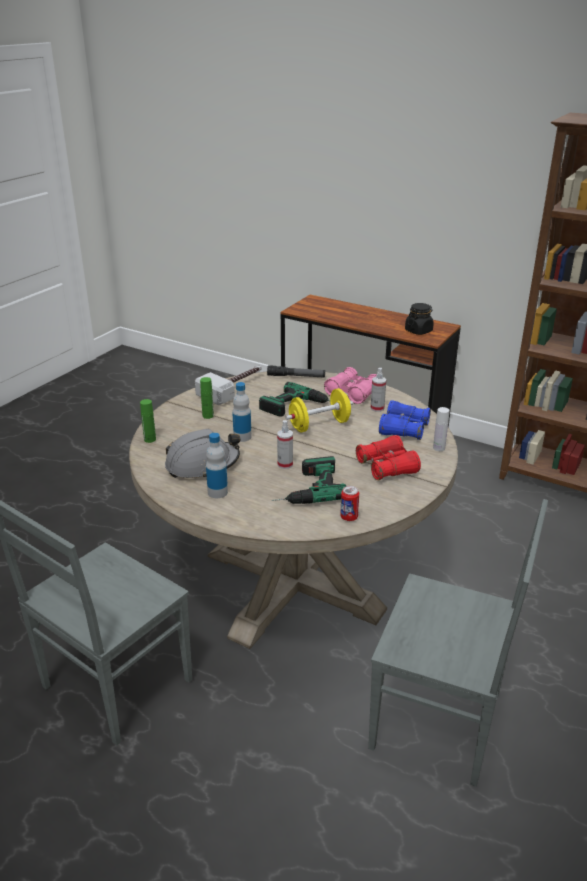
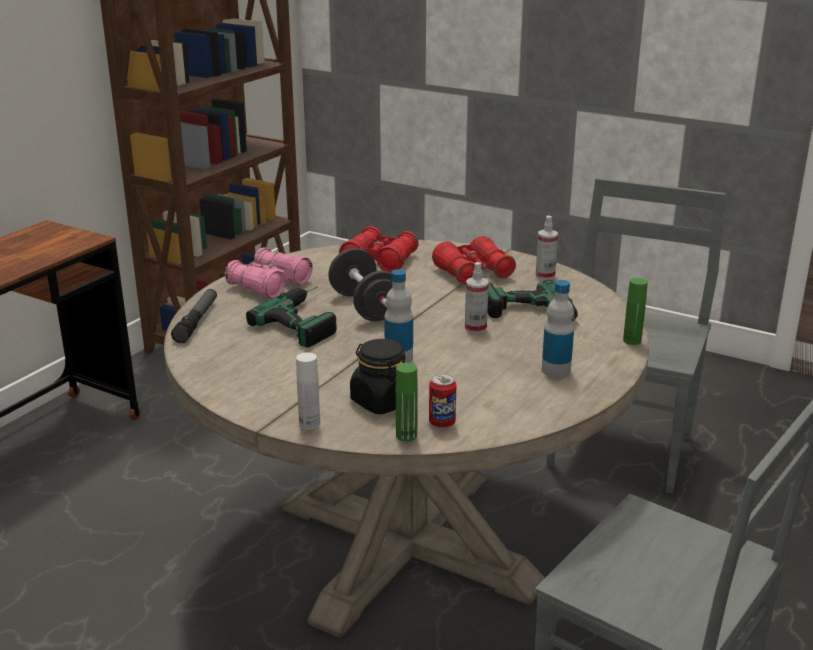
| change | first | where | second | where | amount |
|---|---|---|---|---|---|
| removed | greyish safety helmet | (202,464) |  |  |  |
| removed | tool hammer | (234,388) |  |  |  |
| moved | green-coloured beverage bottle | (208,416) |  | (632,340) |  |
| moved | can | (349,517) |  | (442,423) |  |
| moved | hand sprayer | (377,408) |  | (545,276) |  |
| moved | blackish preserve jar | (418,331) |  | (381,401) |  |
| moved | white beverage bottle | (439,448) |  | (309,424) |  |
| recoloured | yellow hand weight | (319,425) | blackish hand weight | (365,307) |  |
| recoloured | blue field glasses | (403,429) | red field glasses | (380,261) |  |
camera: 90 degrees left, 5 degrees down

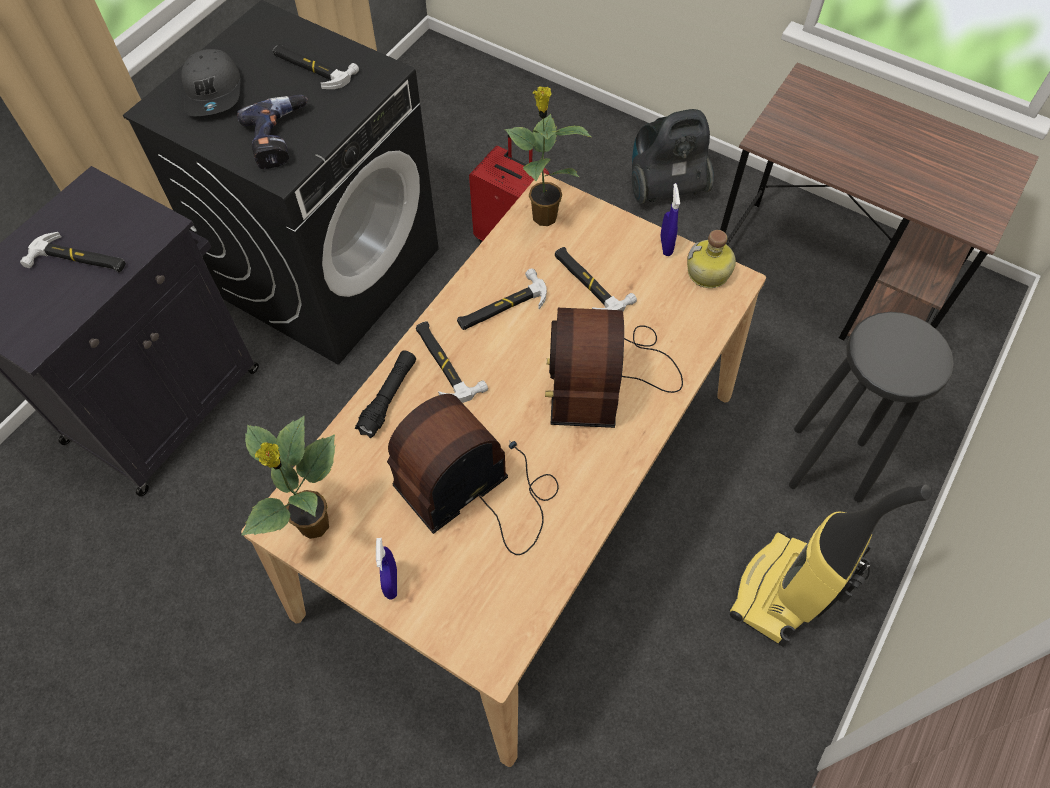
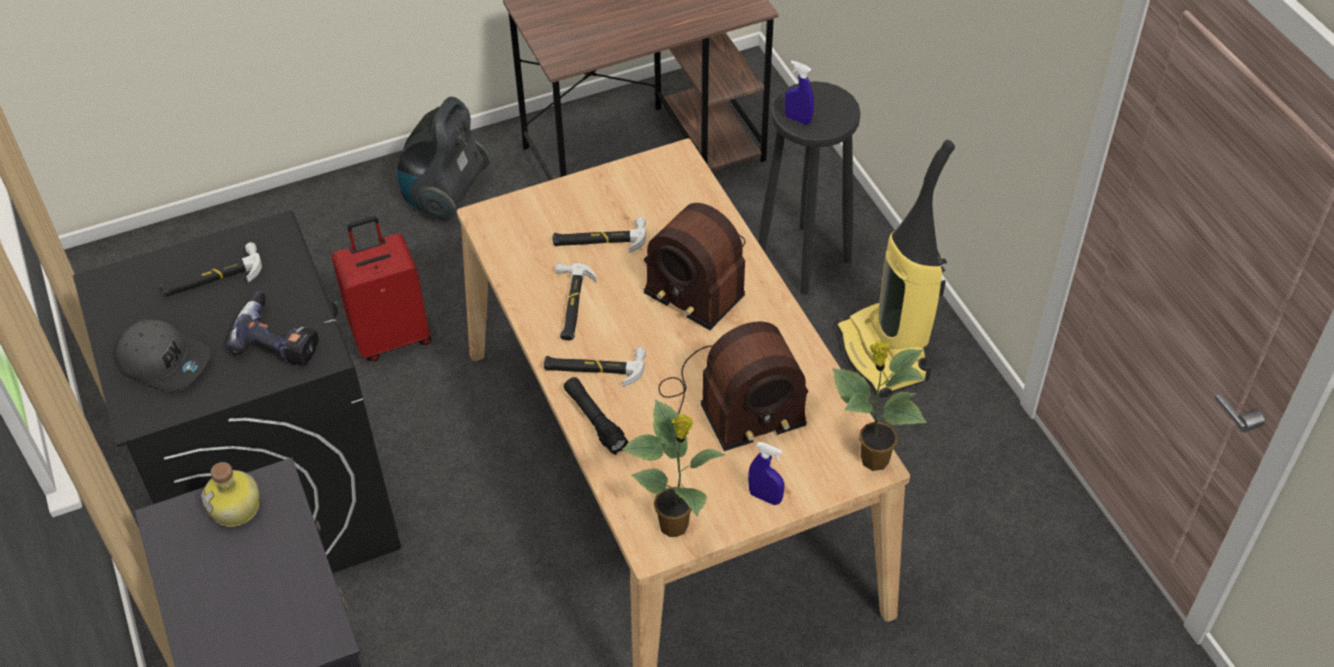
| change | first | where | second | where | amount |
|---|---|---|---|---|---|
| removed | tool hammer | (78,260) |  |  |  |
| moved | potted plant | (543,215) |  | (872,459) |  |
| moved | blue hand sprayer | (666,246) |  | (798,119) |  |
| moved | beverage bottle | (708,274) |  | (237,508) |  |
| turned | radio | (479,490) |  | (729,404) | 105 degrees counterclockwise |
camera: 55 degrees left, 10 degrees down

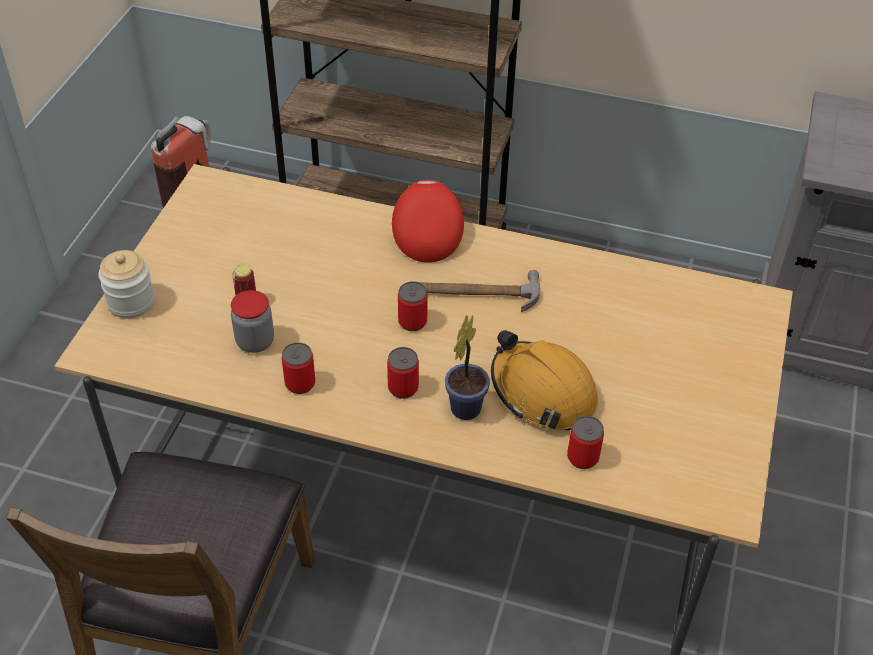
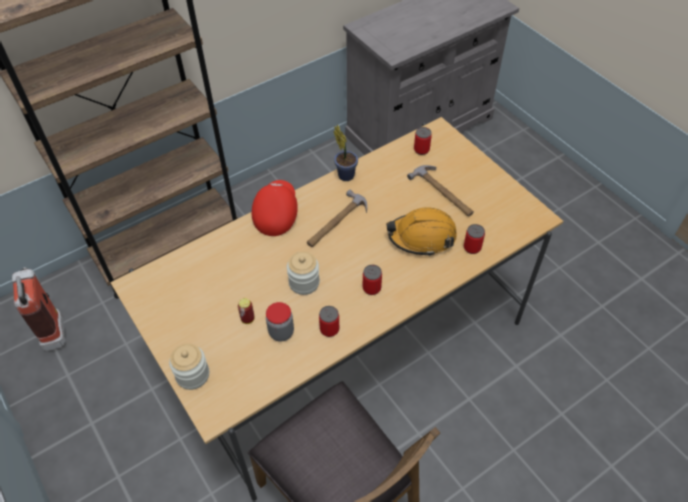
| change | first | where | second | where | amount |
|---|---|---|---|---|---|
| added |  |  | preserve jar | (304,282) |  |
| added |  |  | tool hammer | (443,193) |  |
| moved | can | (412,322) |  | (421,150) |  |
| moved | potted plant | (467,405) |  | (345,174) |  |
| turned | red cap | (426,231) |  | (275,214) | 60 degrees clockwise |
camera: 50 degrees left, 5 degrees up

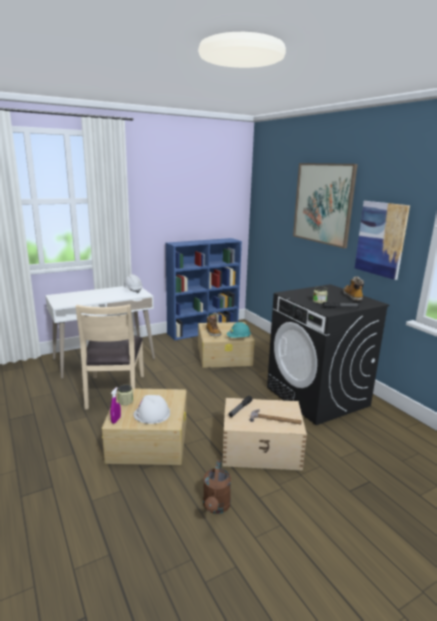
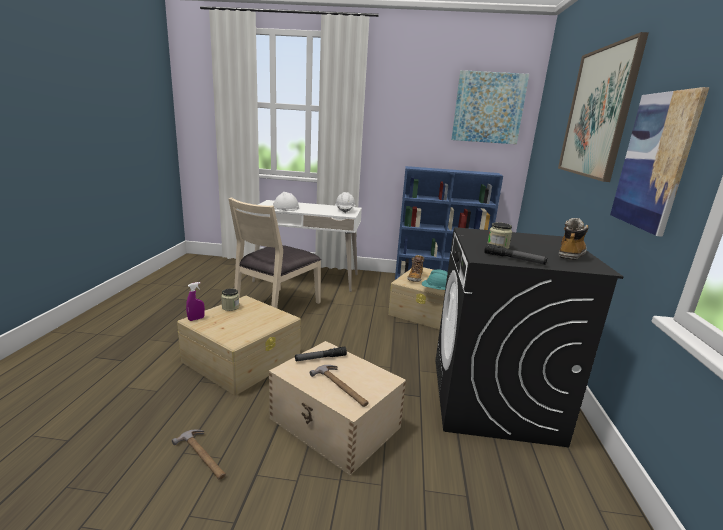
| change | first | where | second | where | amount |
|---|---|---|---|---|---|
| added |  |  | wall art | (488,108) |  |
| moved | white safety helmet | (151,414) |  | (285,208) |  |
| replaced | brown-coloured sprinkling can | (216,507) | tool hammer | (203,456) |  |
camera: 35 degrees right, 0 degrees up

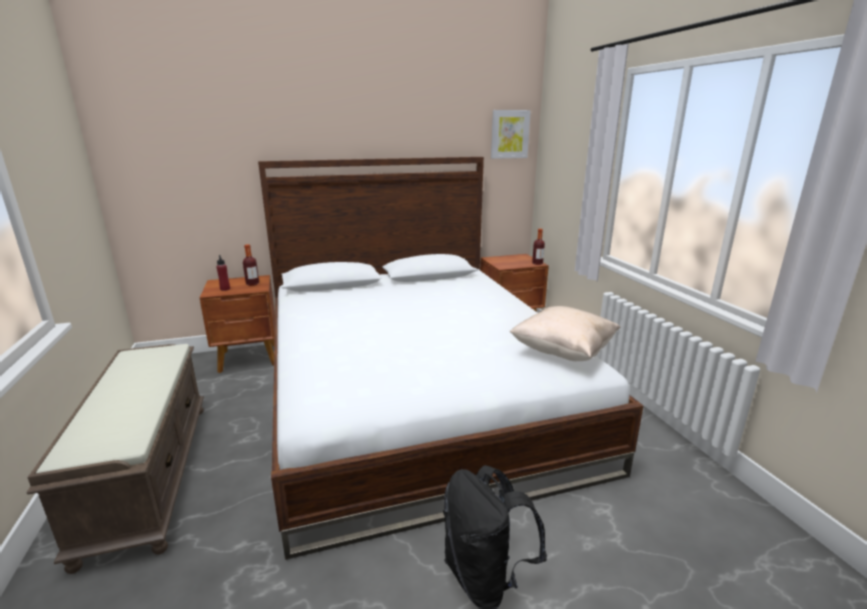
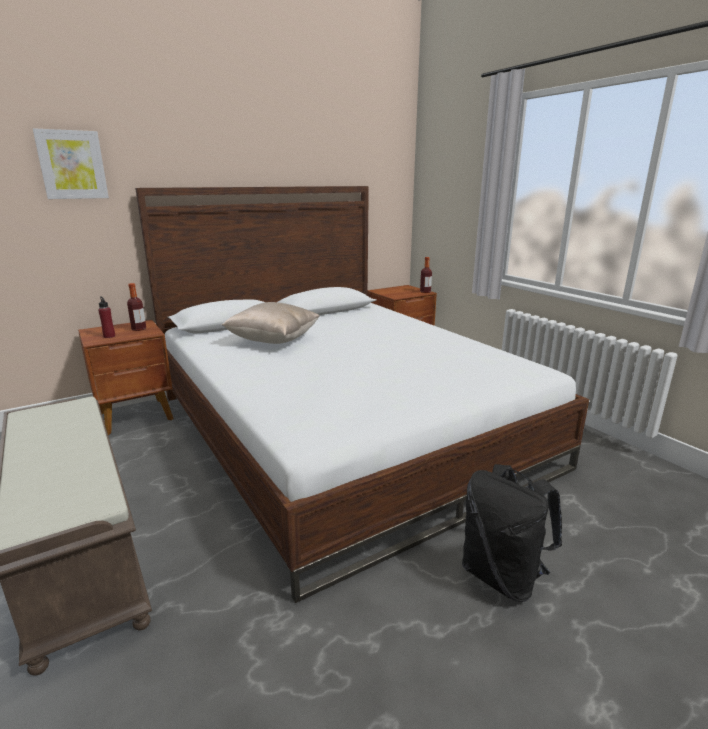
| change | first | where | second | where | amount |
|---|---|---|---|---|---|
| moved | wall art | (509,134) |  | (72,165) |  |
| moved | sand-coloured throw pillow | (563,352) |  | (273,341) |  |
camera: 15 degrees left, 0 degrees up

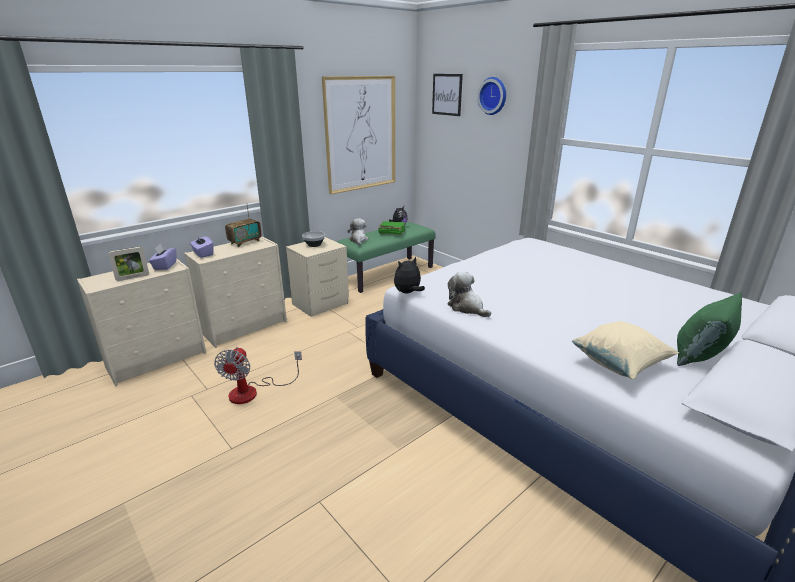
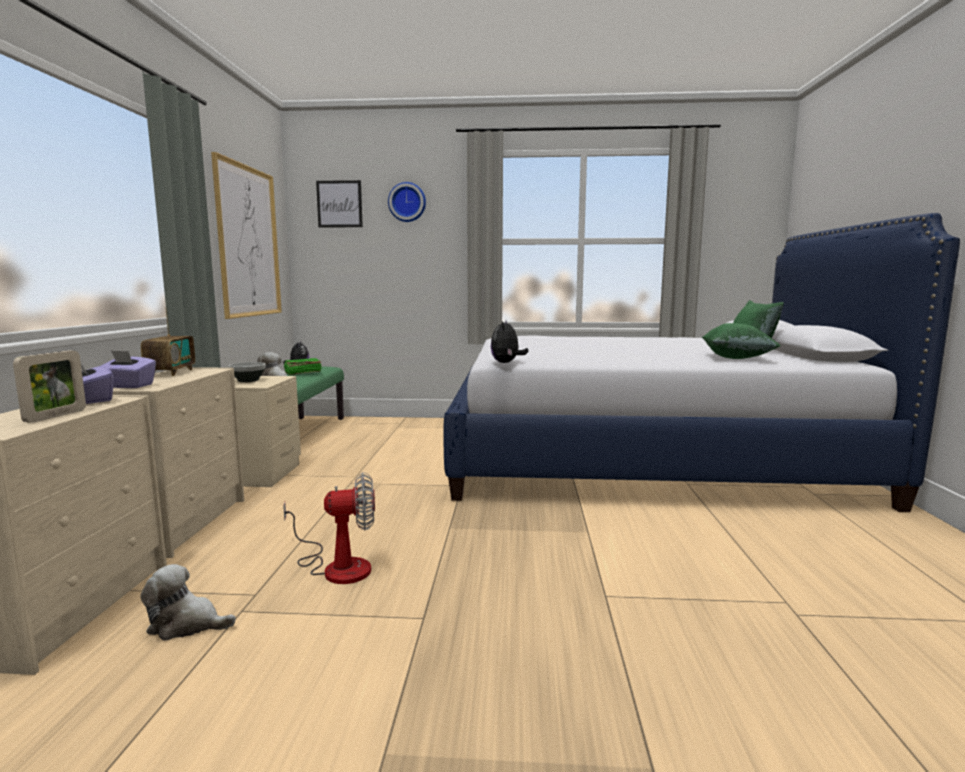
| change | first | where | second | where | amount |
|---|---|---|---|---|---|
| moved | plush toy | (467,307) |  | (187,624) |  |
| recoloured | sand-coloured throw pillow | (619,365) | green-coloured throw pillow | (736,358) |  |
| turned | electric fan | (253,391) |  | (337,566) | 60 degrees counterclockwise |
camera: 45 degrees left, 15 degrees down

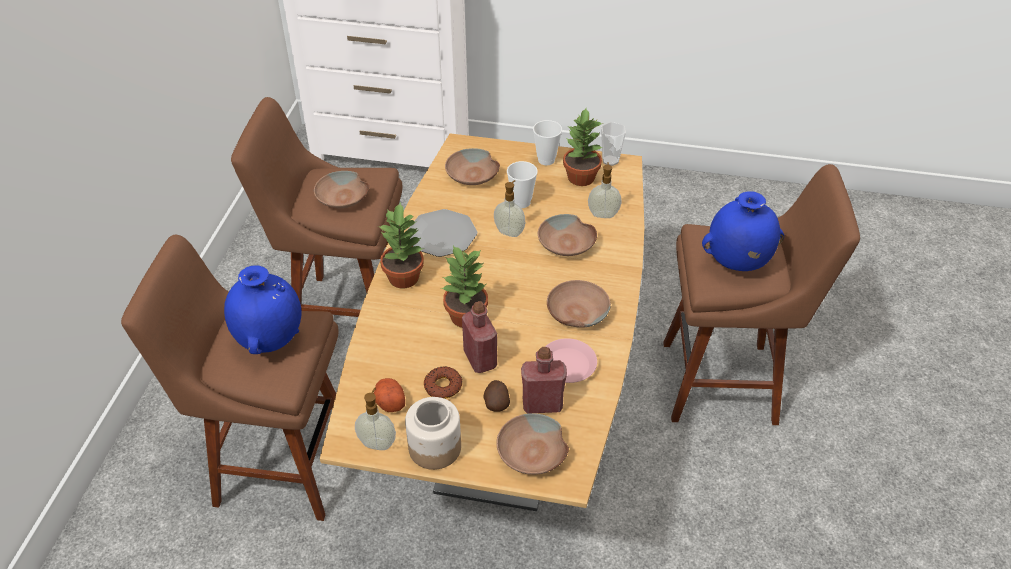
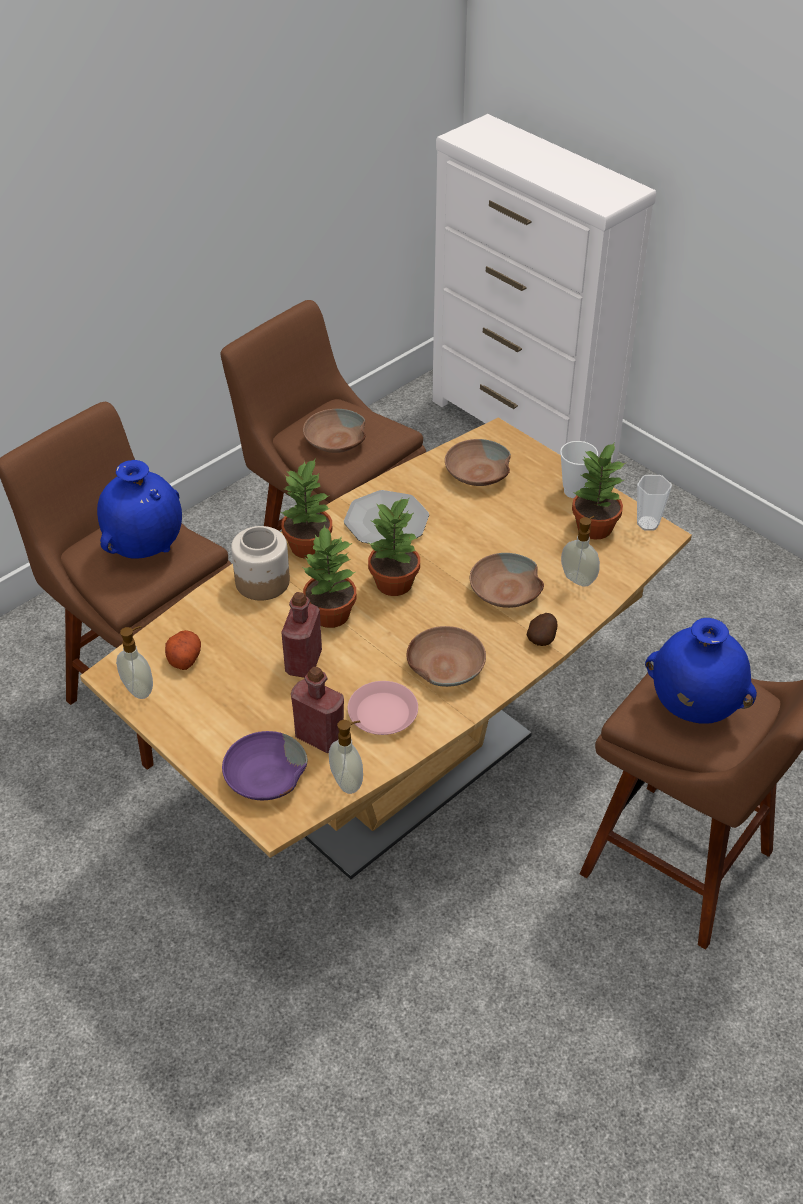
| change | first | where | second | where | amount |
|---|---|---|---|---|---|
| removed | doughnut | (442,386) |  |  |  |
| removed | drinking cup | (521,202) |  |  |  |
| added |  |  | potted plant | (395,583) |  |
| moved | preserve jar | (434,448) |  | (261,582) |  |
| moved | whole potato | (496,403) |  | (542,638) |  |
| moved | soap dispenser | (509,231) |  | (348,781) |  |
| recoloured | brown-coloured deep dish | (532,453) | purple deep dish | (264,777) |  |
camera: 35 degrees right, 0 degrees up

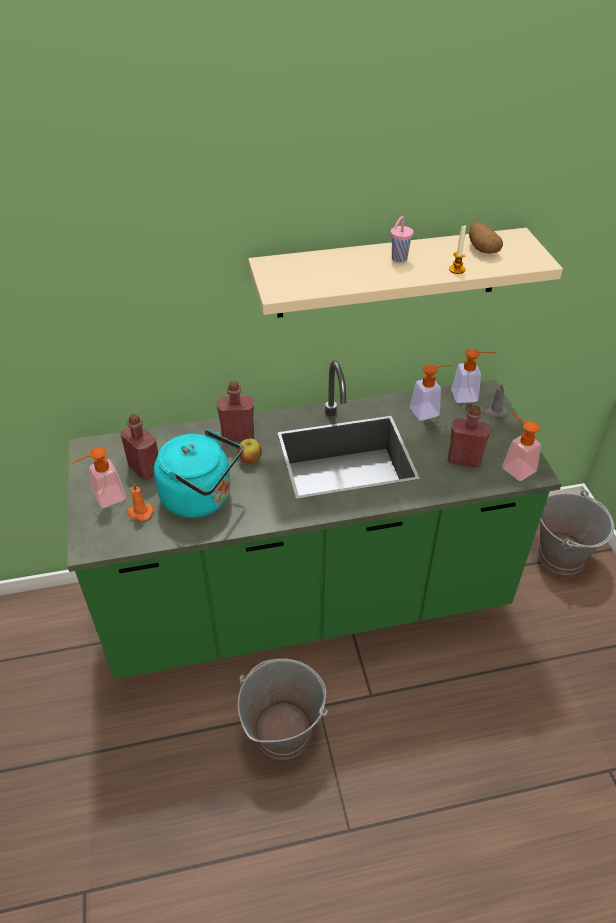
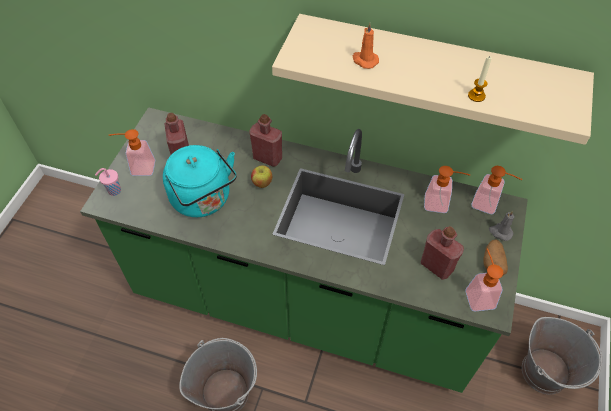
| change | first | where | second | where | amount |
|---|---|---|---|---|---|
| moved | orange-coloured wax light | (139,513) |  | (364,60) |  |
| moved | pink-coloured drinking cup | (398,259) |  | (113,191) |  |
| moved | whole potato | (481,249) |  | (492,263) |  |
camera: 30 degrees right, 10 degrees up

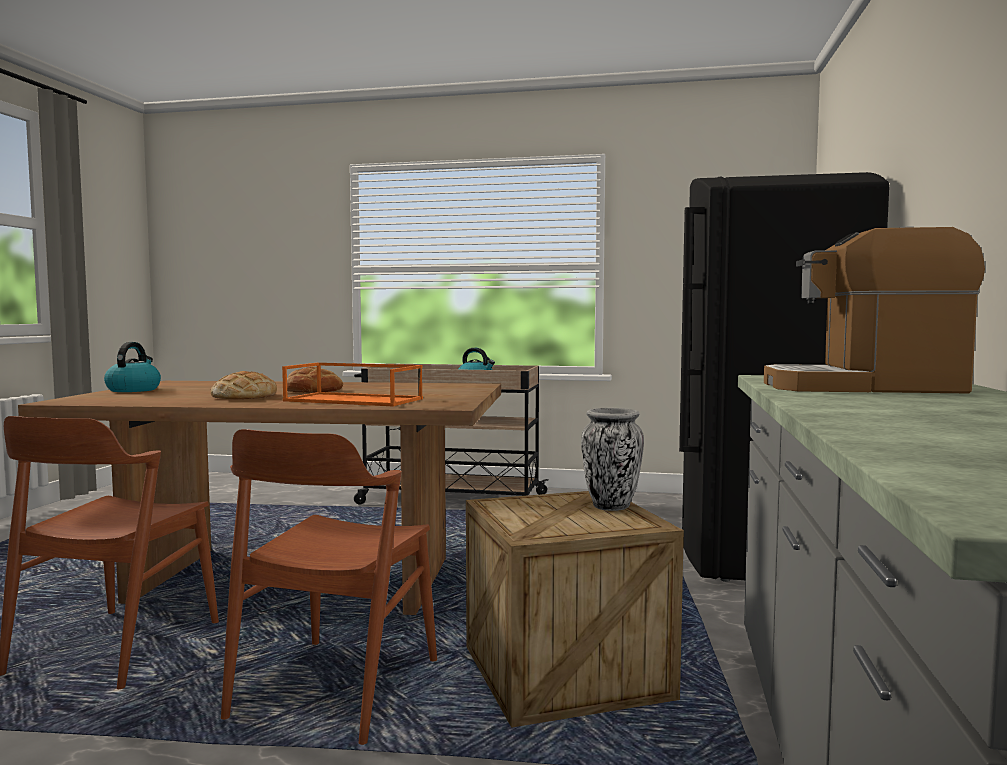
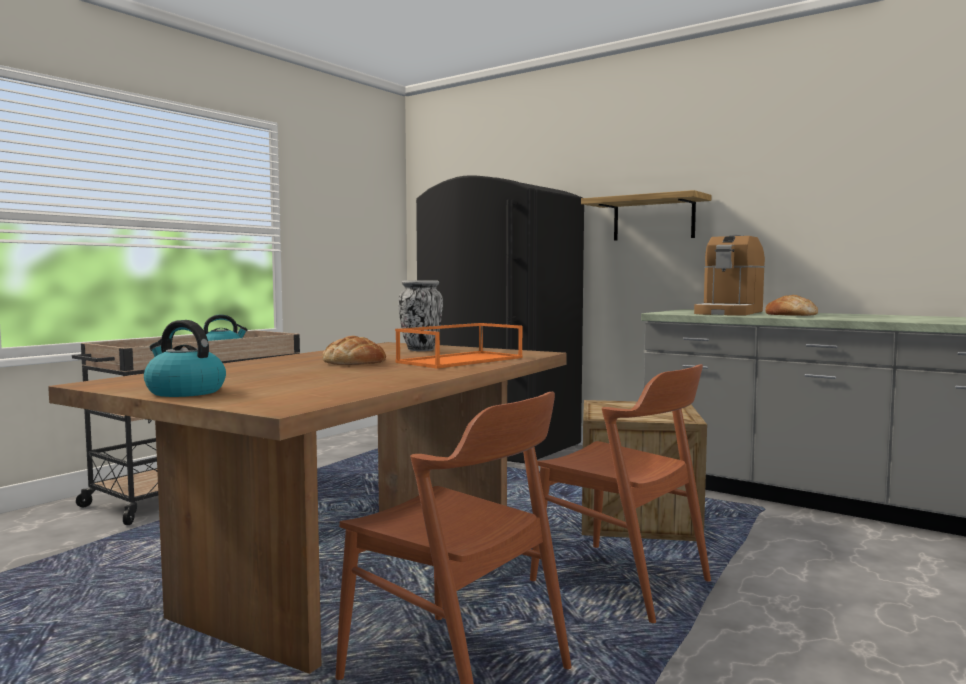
| change | first | where | second | where | amount |
|---|---|---|---|---|---|
| added |  |  | shelf | (653,219) |  |
| moved | baked bread | (244,397) |  | (790,315) |  |
| moved | flower vase | (610,506) |  | (420,350) |  |
camera: 65 degrees left, 0 degrees up

